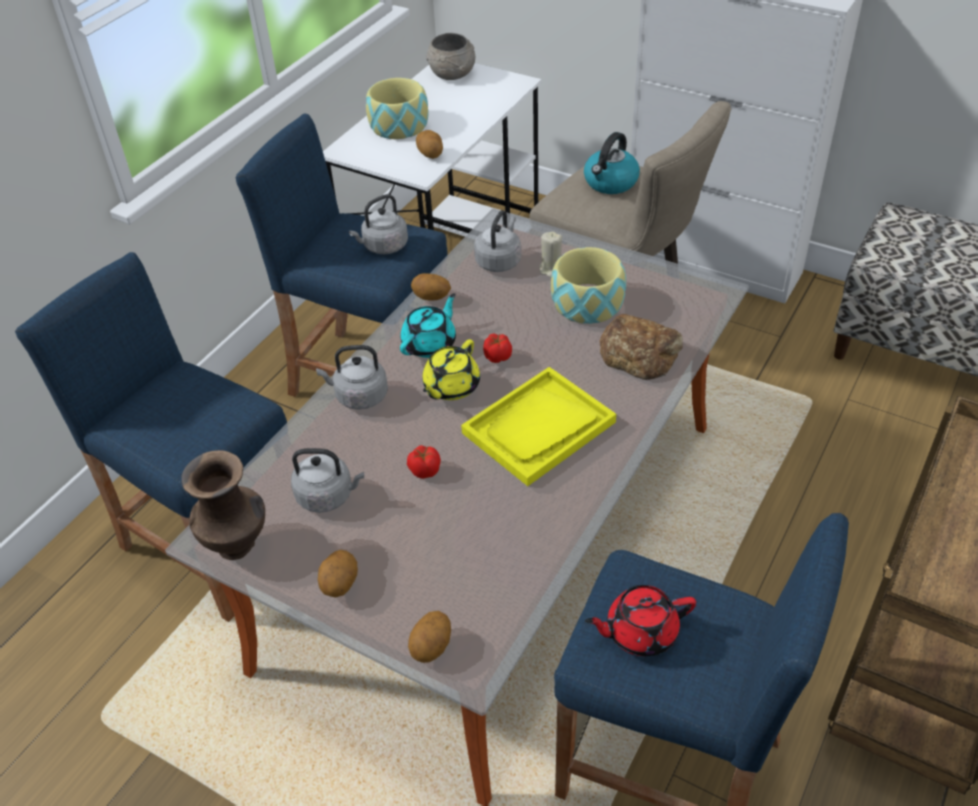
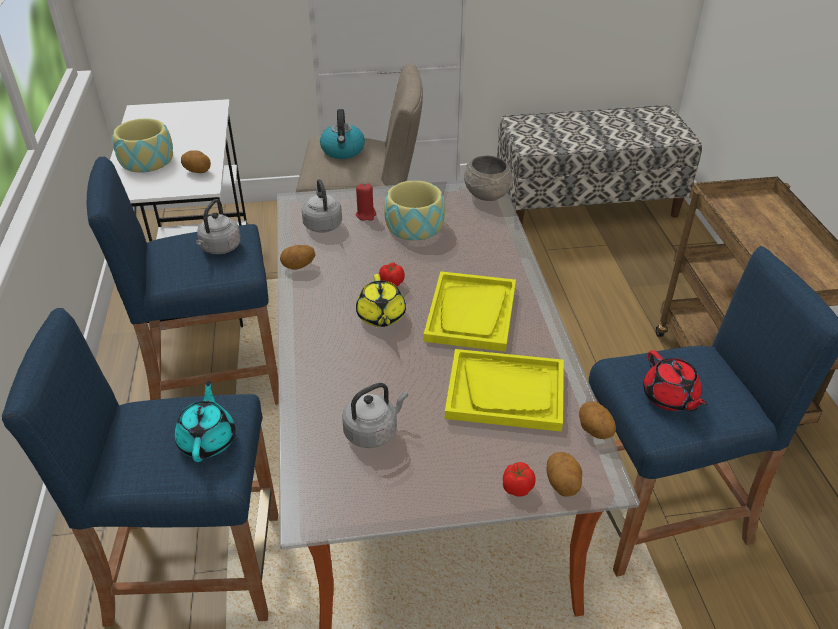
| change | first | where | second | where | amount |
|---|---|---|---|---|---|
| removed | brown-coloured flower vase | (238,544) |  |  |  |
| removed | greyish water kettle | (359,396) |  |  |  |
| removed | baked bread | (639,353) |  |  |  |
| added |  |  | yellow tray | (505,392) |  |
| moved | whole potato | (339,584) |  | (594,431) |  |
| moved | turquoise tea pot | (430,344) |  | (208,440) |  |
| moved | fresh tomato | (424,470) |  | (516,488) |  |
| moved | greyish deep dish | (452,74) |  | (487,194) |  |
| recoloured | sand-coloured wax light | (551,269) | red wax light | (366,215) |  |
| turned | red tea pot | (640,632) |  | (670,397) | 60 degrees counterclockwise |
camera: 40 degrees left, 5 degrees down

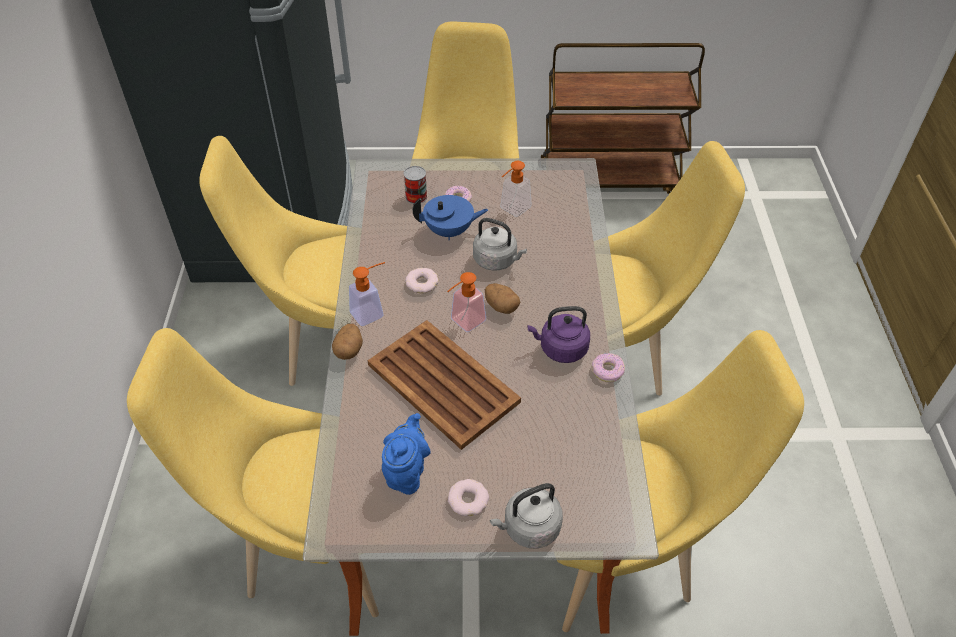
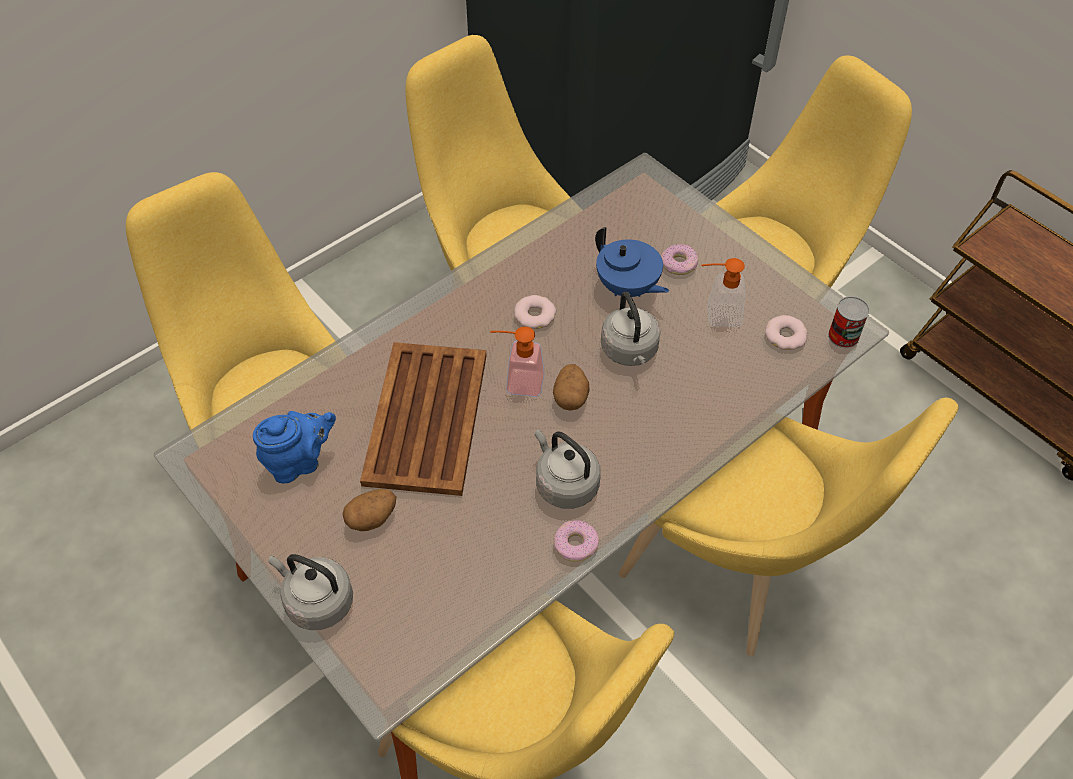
| change | first | where | second | where | amount |
|---|---|---|---|---|---|
| removed | soap dispenser | (372,312) |  |  |  |
| moved | whole potato | (349,350) |  | (372,518) |  |
| moved | can | (416,196) |  | (843,336) |  |
| moved | doughnut | (468,500) |  | (785,336) |  |
| recoloured | purple water kettle | (560,349) | greyish water kettle | (564,484) |  |
camera: 50 degrees right, 5 degrees up

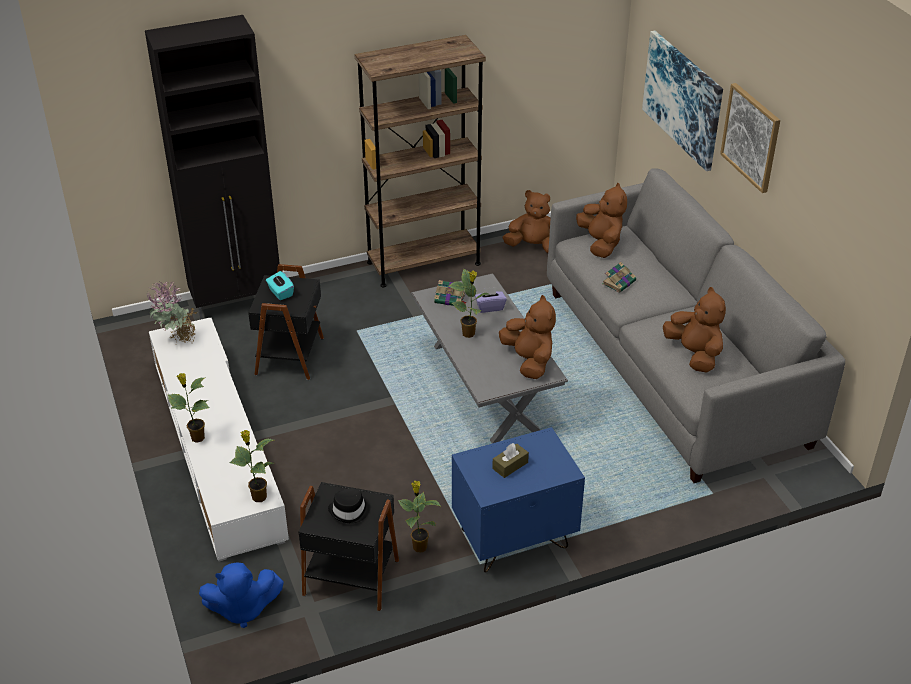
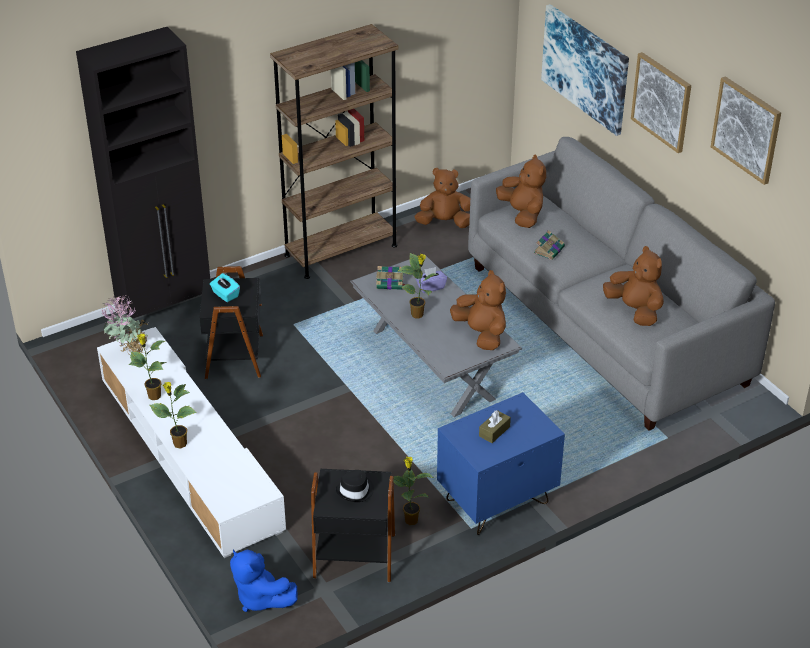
| change | first | where | second | where | amount |
|---|---|---|---|---|---|
| added |  |  | wall art | (746,129) |  |
| moved | potted plant | (258,497) |  | (153,396) |  |
| turned | blue plush toy | (242,609) |  | (260,598) | 60 degrees clockwise |
camera: 10 degrees left, 0 degrees up

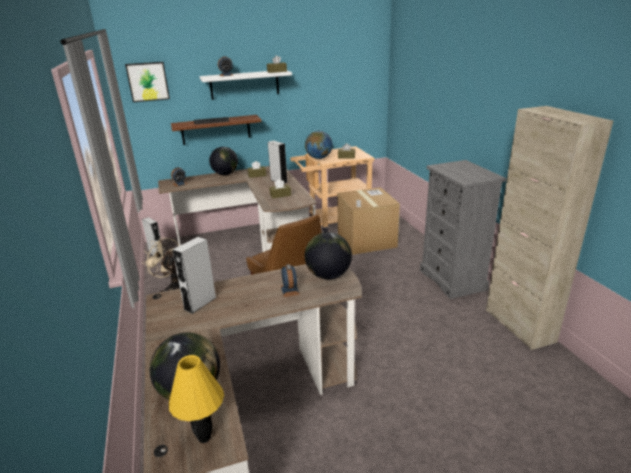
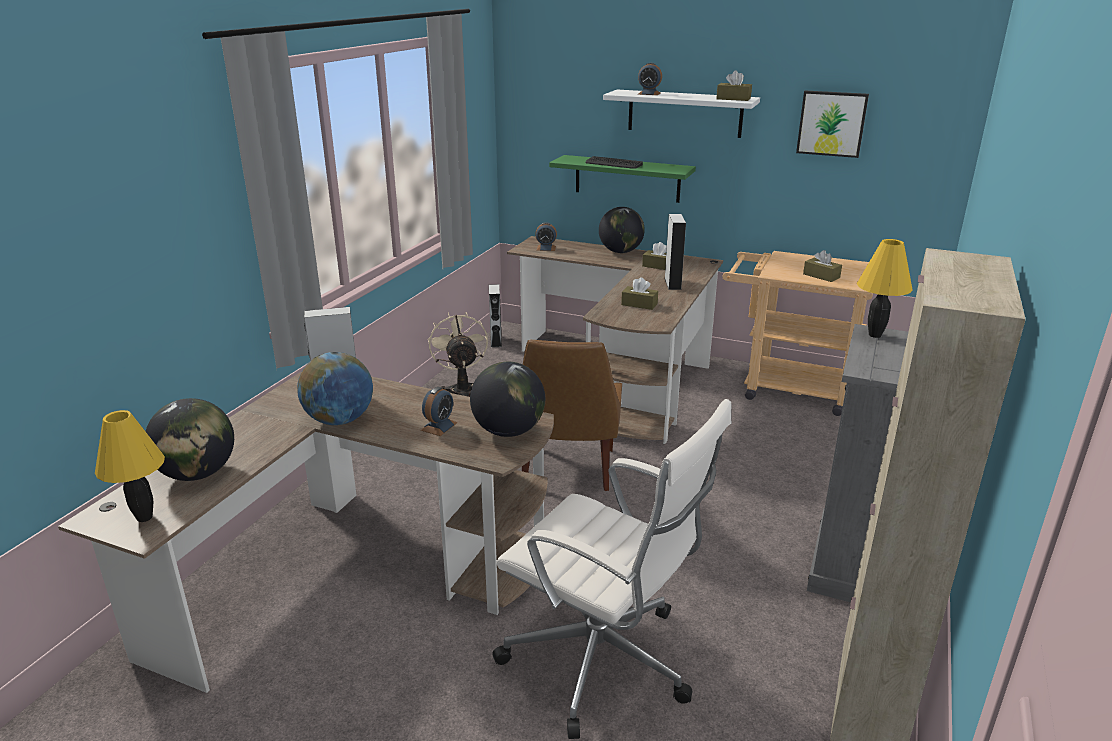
| change | first | where | second | where | amount |
|---|---|---|---|---|---|
| removed | packing box | (366,240) |  |  |  |
| added |  |  | white desk chair | (603,662) |  |
| added |  |  | yellow tabletop lamp | (874,335) |  |
| moved | wall art | (148,81) |  | (831,123) |  |
| moved | world globe | (319,158) |  | (339,420) |  |
| recoloured | brown-coloured shelf | (216,130) | green-coloured shelf | (627,178) |  |
camera: 40 degrees right, 0 degrees up

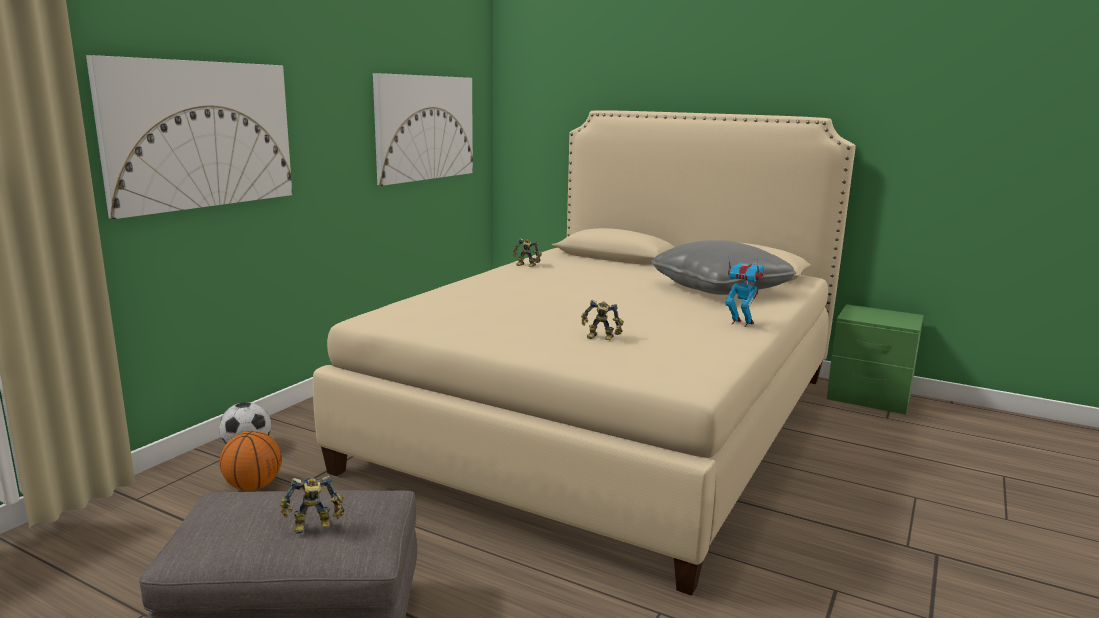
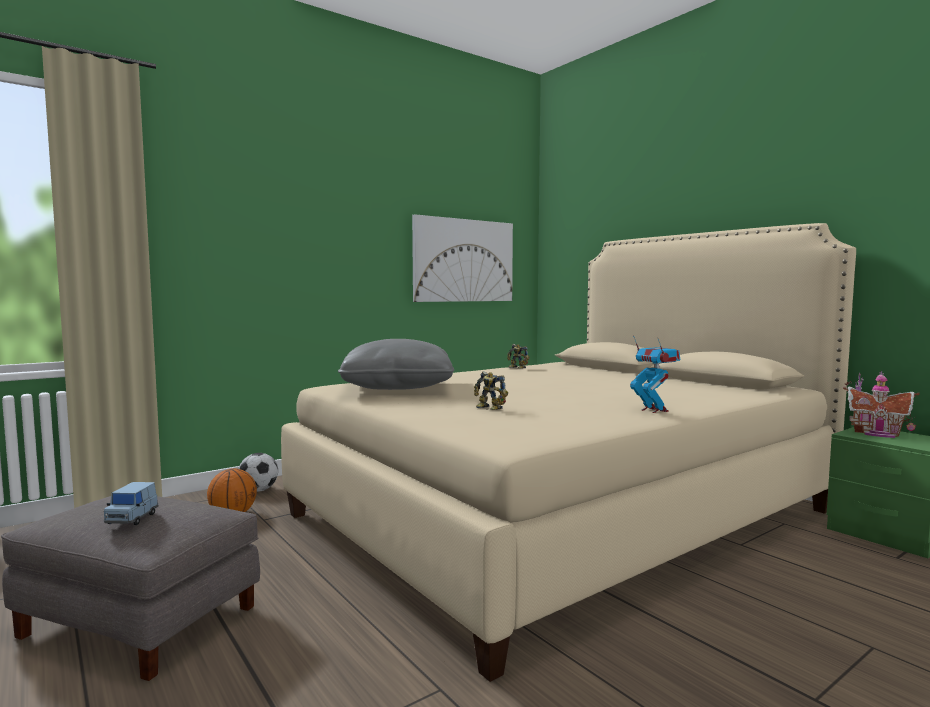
| change | first | where | second | where | amount |
|---|---|---|---|---|---|
| removed | wall art | (200,134) |  |  |  |
| added |  |  | model house | (877,433) |  |
| moved | greyish throw pillow | (719,289) |  | (398,387) |  |
| replaced | robot figure | (314,527) | blue model car | (132,519) |  |
camera: 25 degrees right, 10 degrees down

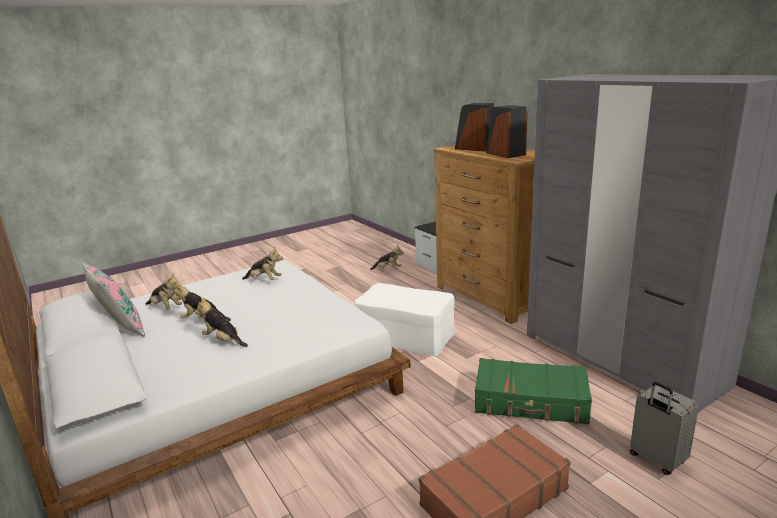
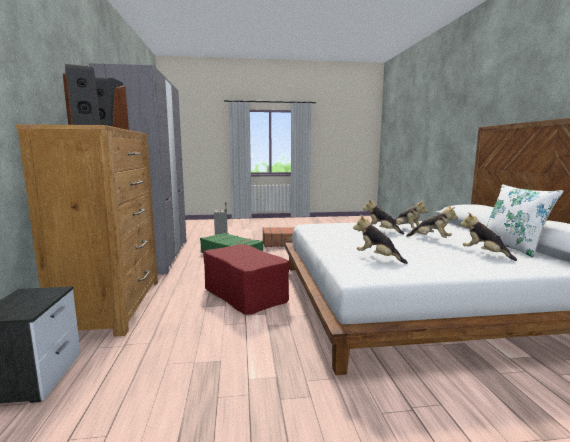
| change | first | where | second | where | amount |
|---|---|---|---|---|---|
| moved | plush toy | (388,270) |  | (381,231) |  |
| recoloured | pink-coloured throw pillow | (120,328) | white throw pillow | (512,247) |  |
| recoloured | white ottoman | (406,336) | red ottoman | (245,294) |  |
camera: 155 degrees left, 10 degrees down

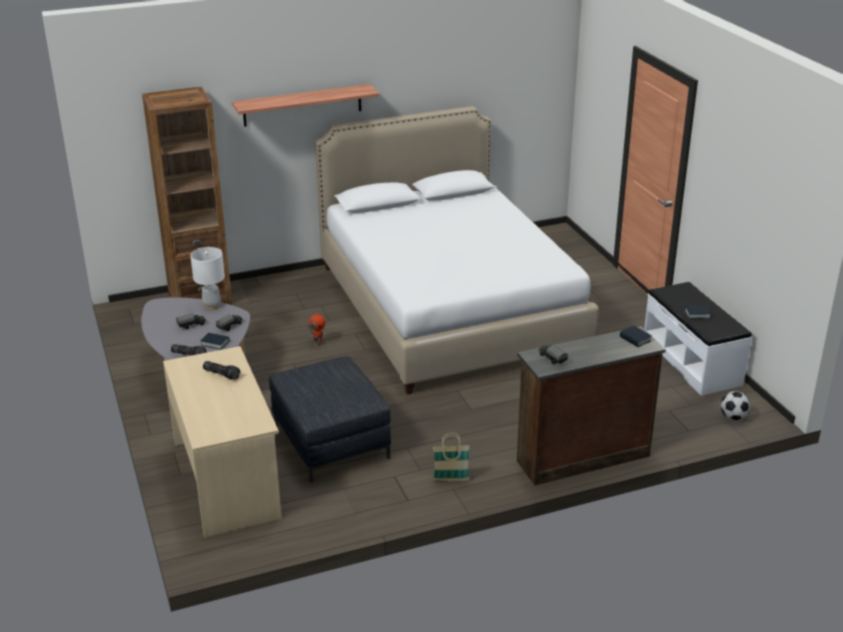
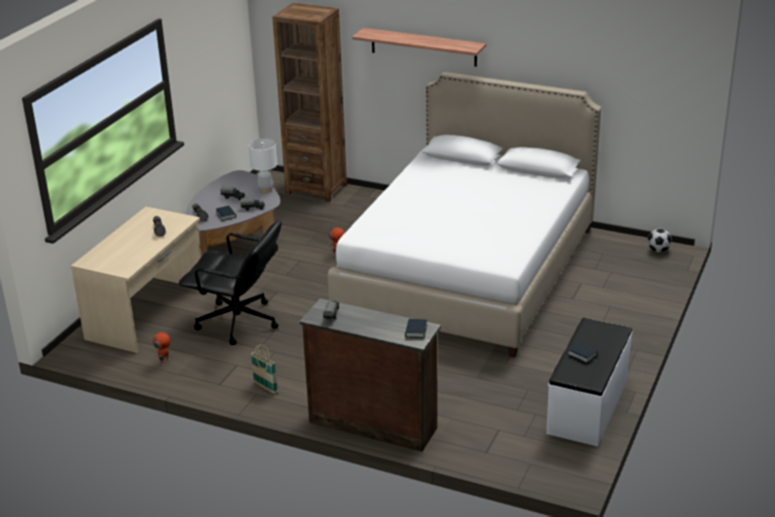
| change | first | where | second | where | amount |
|---|---|---|---|---|---|
| added |  |  | robot figure | (164,361) |  |
| moved | ball for football | (733,417) |  | (658,250) |  |
| replaced | greyish ottoman | (331,441) | blackish desk chair | (238,322) |  |
camera: 45 degrees right, 0 degrees up

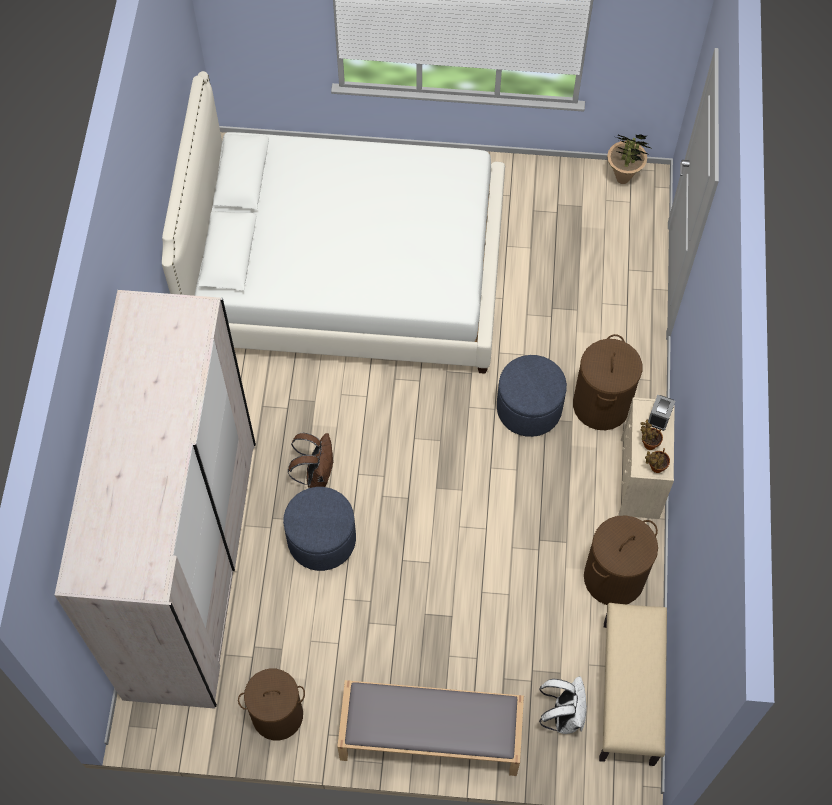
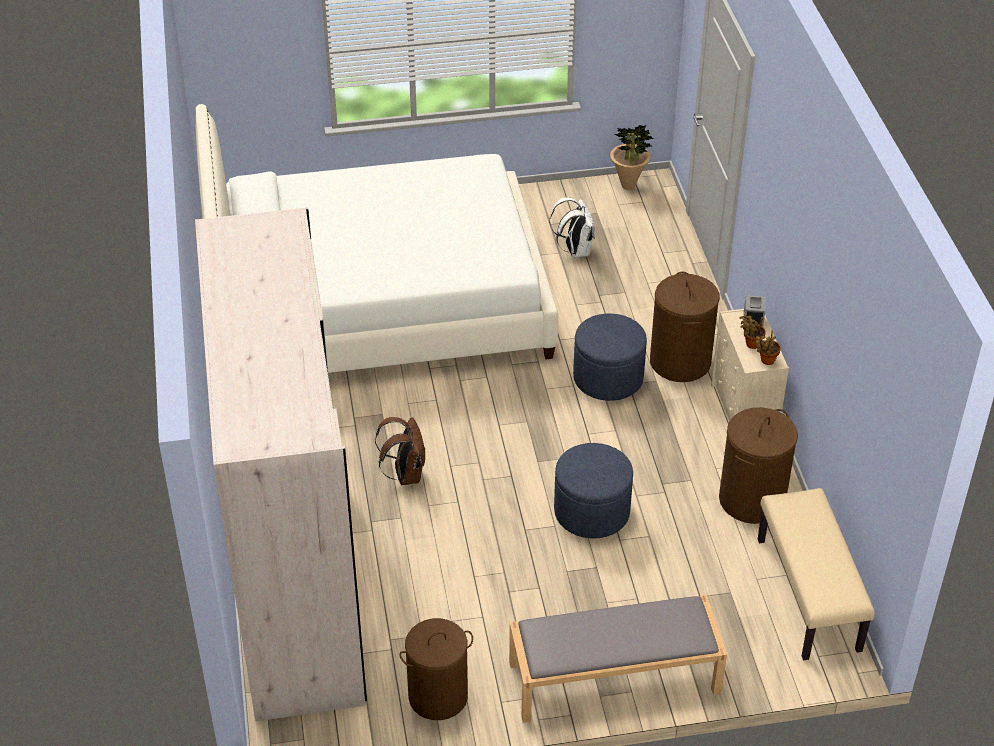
| change | first | where | second | where | amount |
|---|---|---|---|---|---|
| moved | blue ottoman | (321,539) |  | (591,511) |  |
| moved | white rucksack | (563,715) |  | (575,250) |  |
camera: 15 degrees left, 20 degrees down

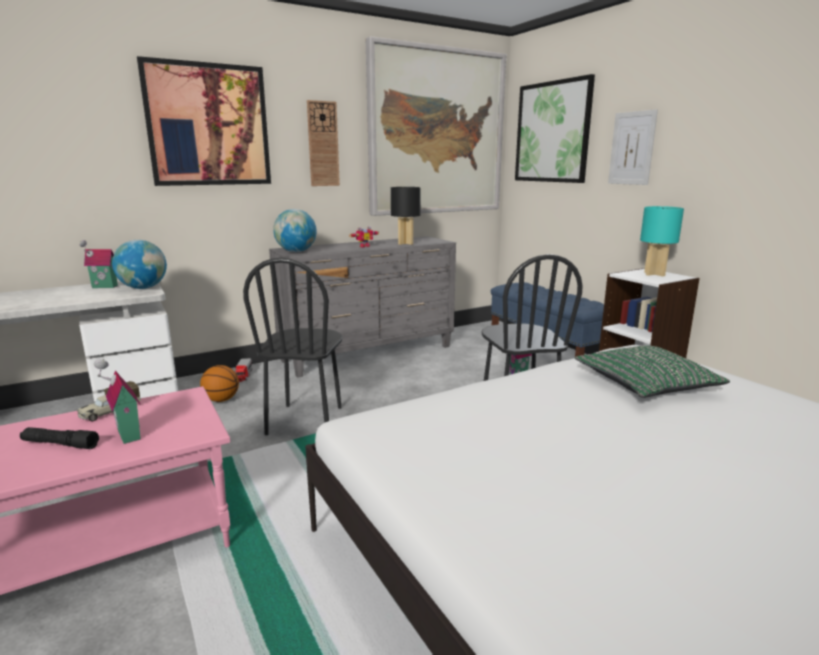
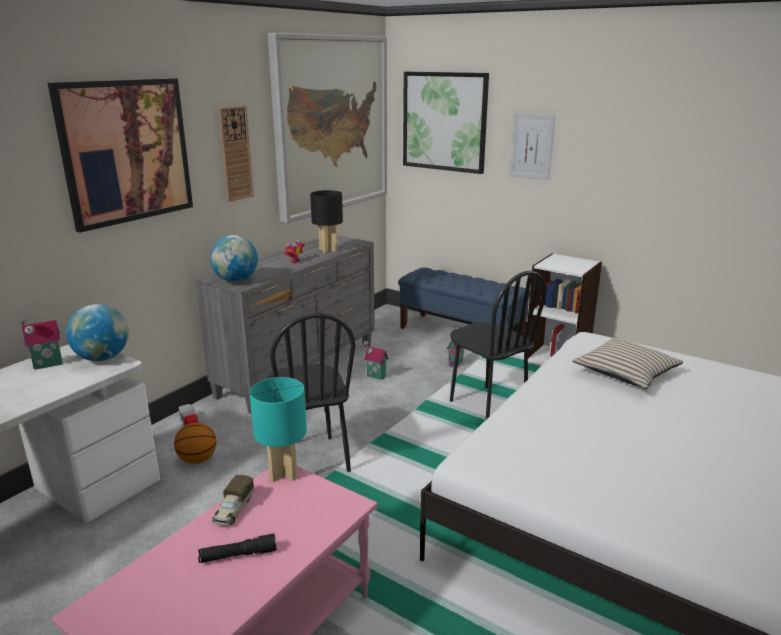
| change | first | where | second | where | amount |
|---|---|---|---|---|---|
| moved | model house | (126,435) |  | (375,377) |  |
| moved | turquoise tabletop lamp | (654,274) |  | (282,473) |  |
| recoloured | green-coloured throw pillow | (646,383) | sand-coloured throw pillow | (626,372) |  |
camera: 25 degrees left, 5 degrees up

